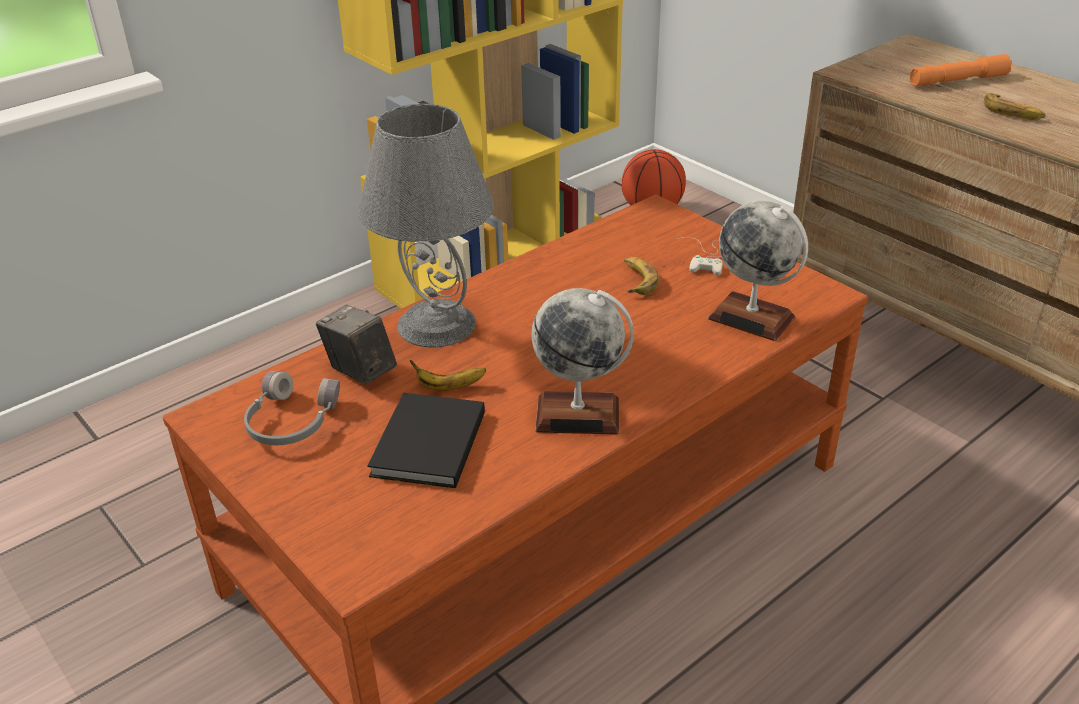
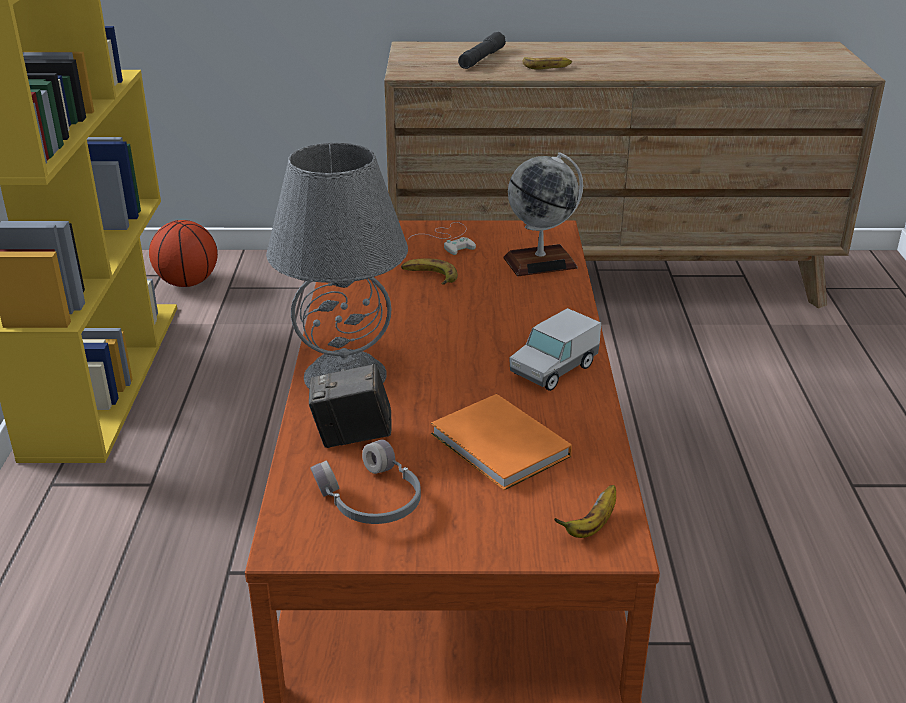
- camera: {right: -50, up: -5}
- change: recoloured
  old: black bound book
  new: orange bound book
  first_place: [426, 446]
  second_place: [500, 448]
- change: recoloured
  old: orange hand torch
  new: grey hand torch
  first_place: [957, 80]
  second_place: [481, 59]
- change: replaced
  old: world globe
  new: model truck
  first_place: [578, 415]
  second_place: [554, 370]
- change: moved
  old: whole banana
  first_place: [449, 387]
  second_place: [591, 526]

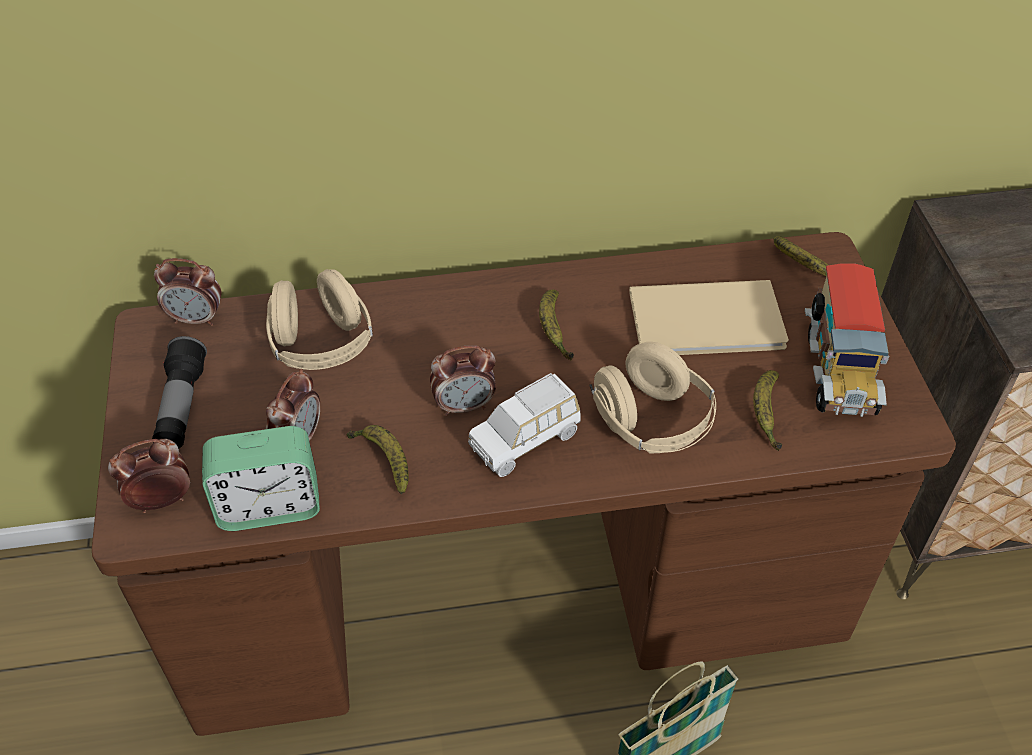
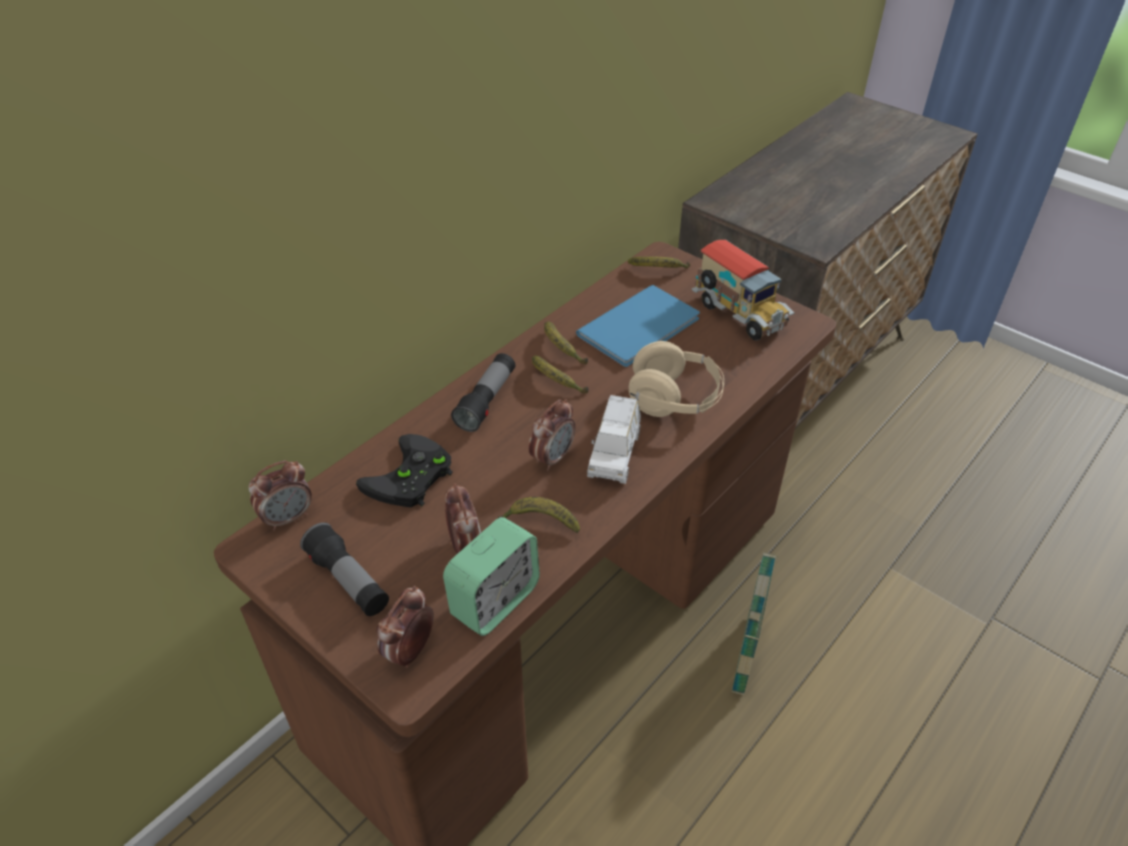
- camera: {right: -40, up: -5}
- change: replaced
  old: beige headset
  new: black game controller
  first_place: [322, 345]
  second_place: [409, 479]
- change: added
  new: hand torch
  second_place: [487, 401]
- change: moved
  old: whole banana
  first_place: [765, 414]
  second_place: [561, 349]
- change: recoloured
  old: beige bound book
  new: blue bound book
  first_place: [711, 323]
  second_place: [643, 327]

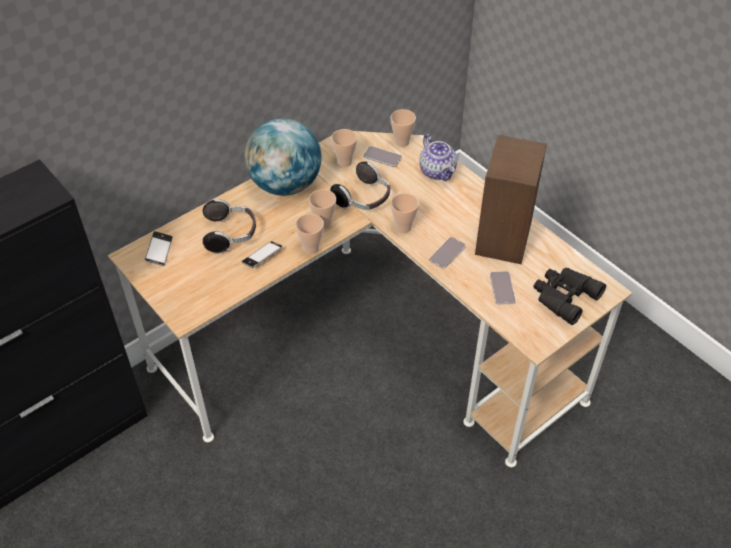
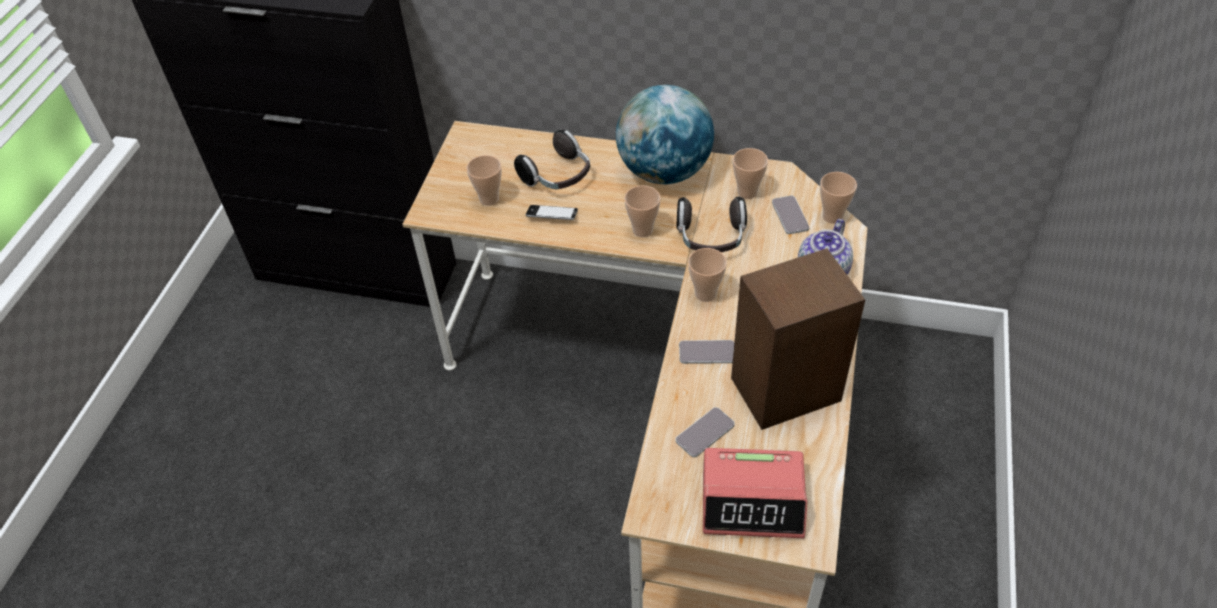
- camera: {right: 55, up: 0}
- change: moved
  old: drinking cup
  first_place: [311, 248]
  second_place: [489, 199]
- change: replaced
  old: black field glasses
  new: bedside clock
  first_place: [563, 296]
  second_place: [753, 500]
- change: removed
  old: phone
  first_place: [159, 251]

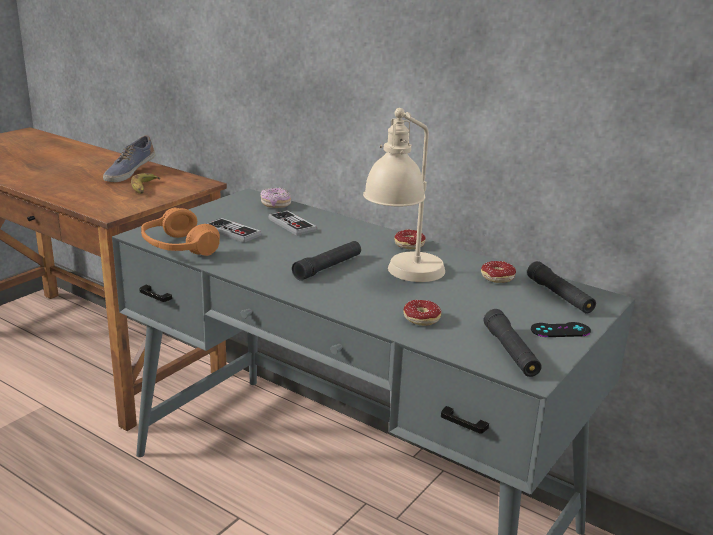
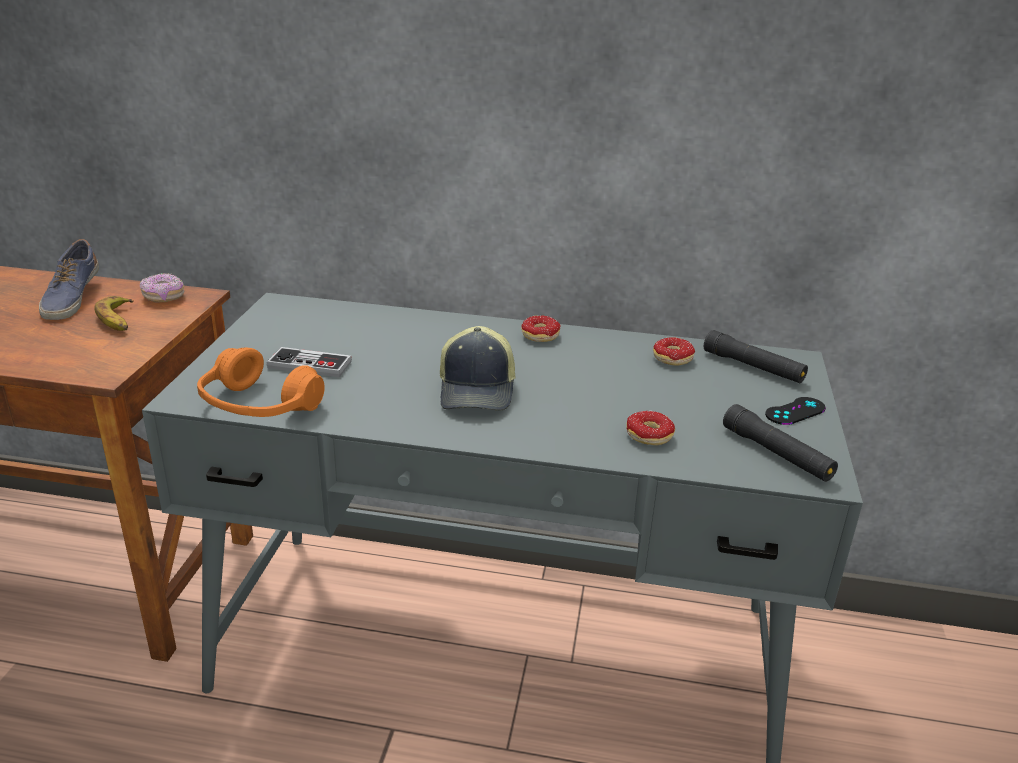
- camera: {right: -25, up: 5}
- change: moved
  old: donut
  first_place: [275, 205]
  second_place: [164, 297]
- change: replaced
  old: black hand torch
  new: cap
  first_place: [328, 267]
  second_place: [478, 390]
- change: removed
  old: game controller
  first_place: [292, 225]
- change: removed
  old: beige table lamp
  first_place: [403, 278]

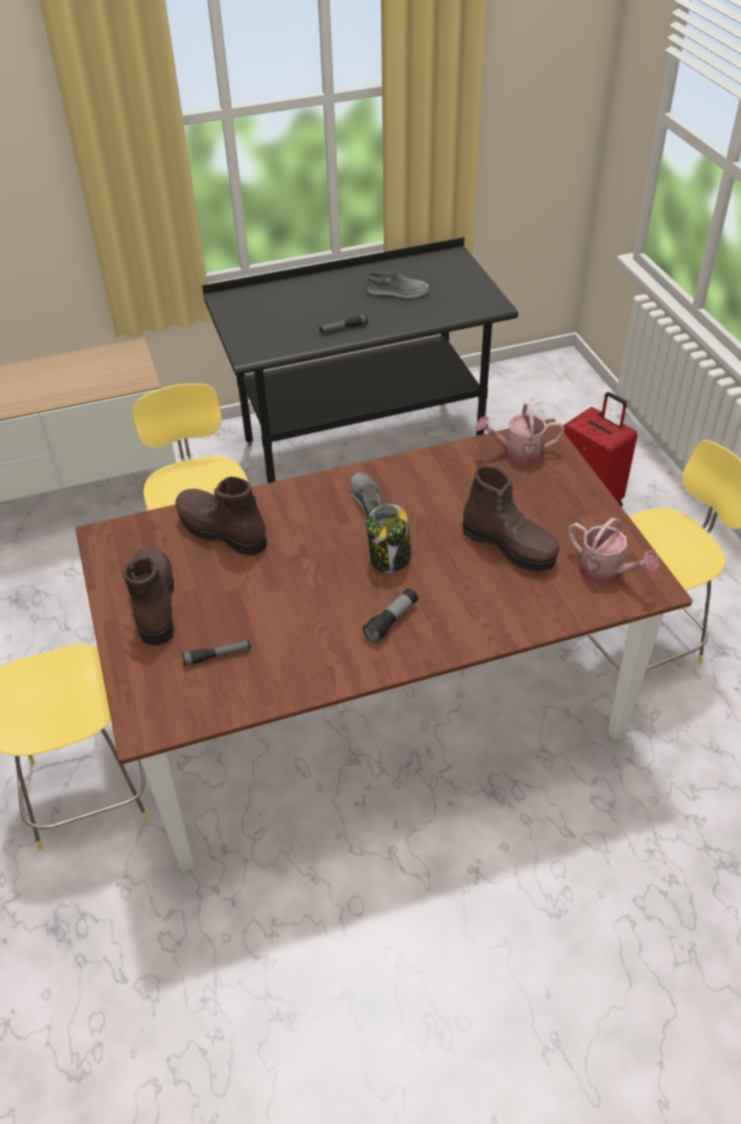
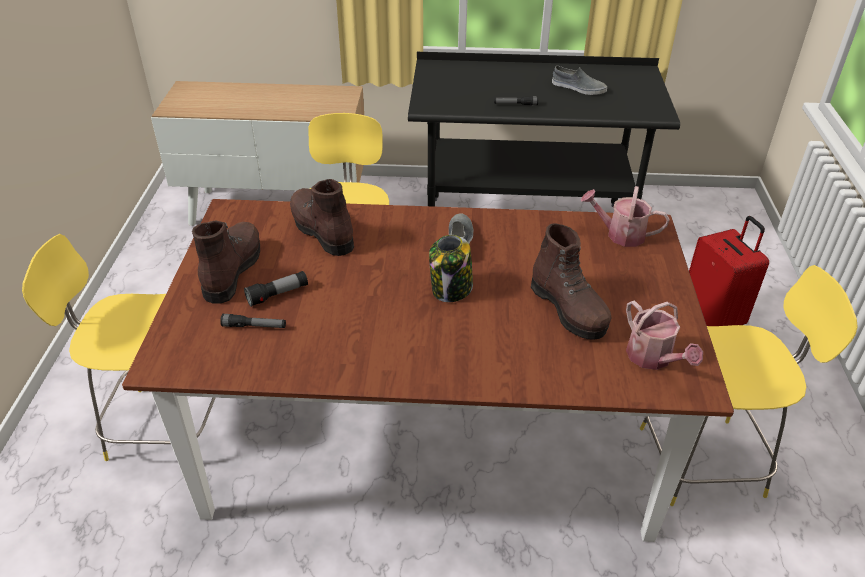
- camera: {right: 20, up: -5}
- change: moved
  old: hand torch
  first_place: [391, 621]
  second_place: [278, 295]

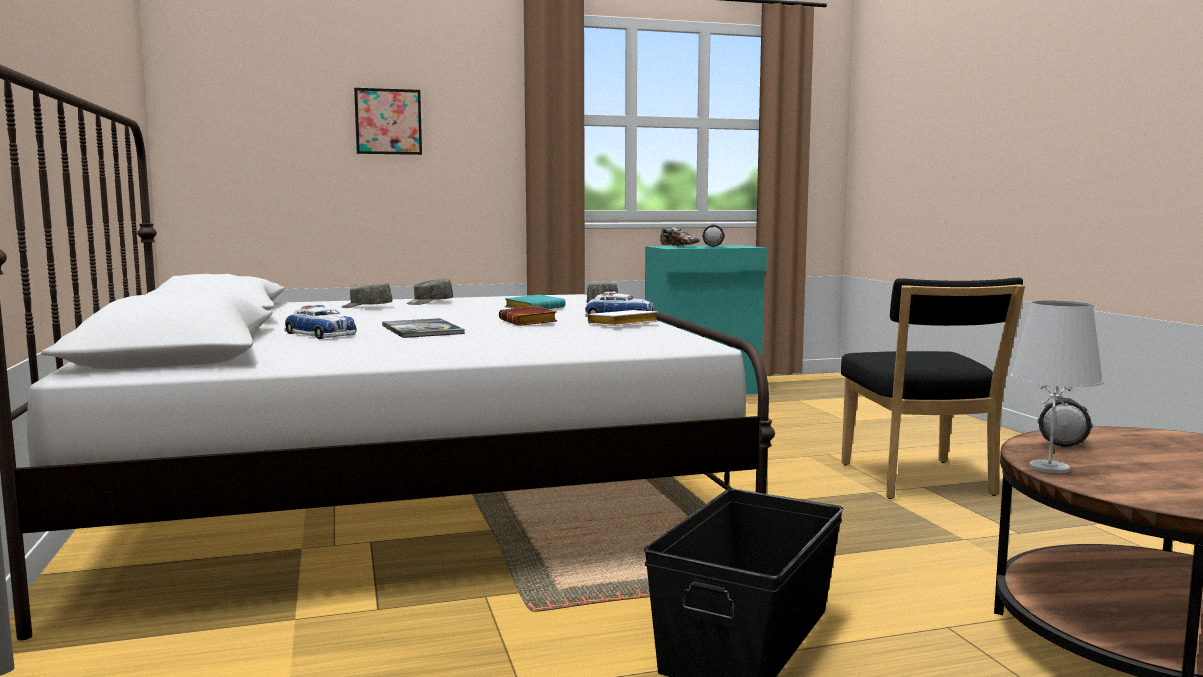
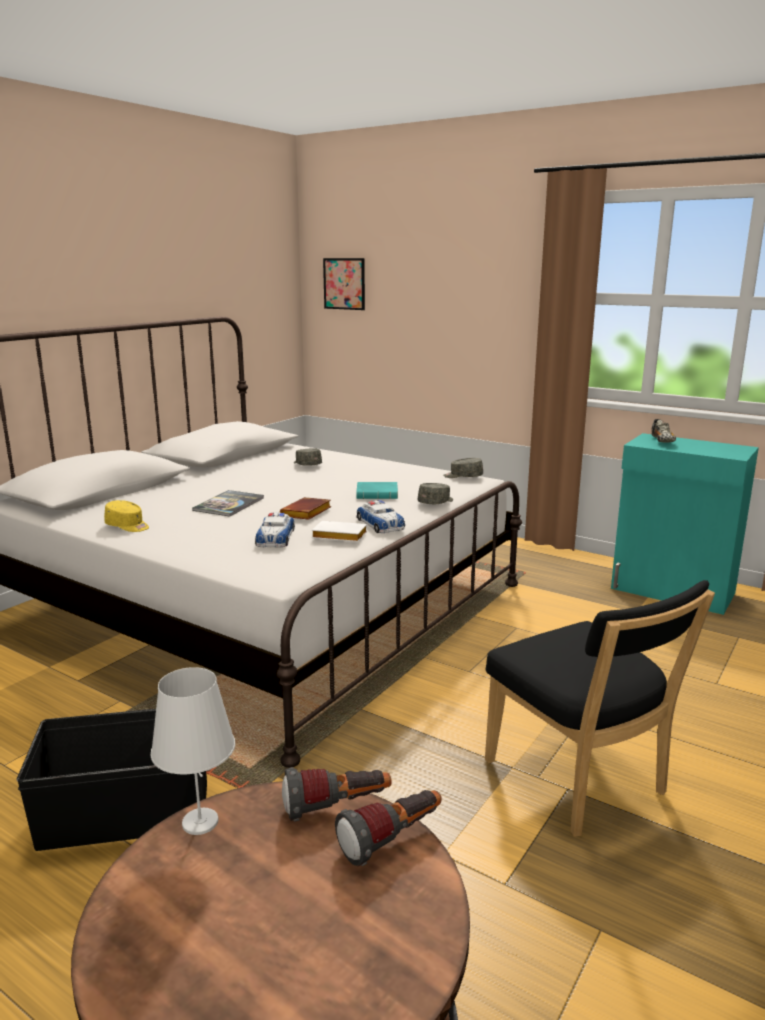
- camera: {right: 50, up: 10}
- change: added
  new: yellow cap
  second_place: [128, 526]
- change: moved
  old: miniature car
  first_place: [320, 334]
  second_place: [275, 538]
- change: moved
  old: wall art
  first_place: [388, 121]
  second_place: [344, 284]
- change: moved
  old: hand torch
  first_place: [712, 246]
  second_place: [392, 840]
- change: moved
  old: grey cap
  first_place: [429, 302]
  second_place: [463, 476]
- change: turned
  old: black plain chair
  first_place: [919, 482]
  second_place: [579, 782]
  degrees: -75

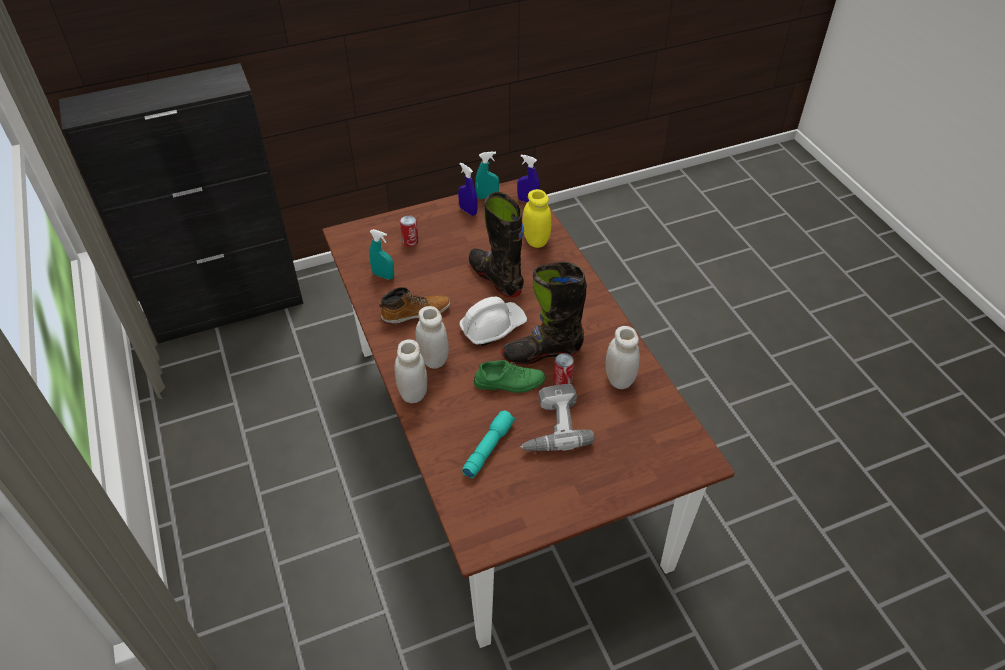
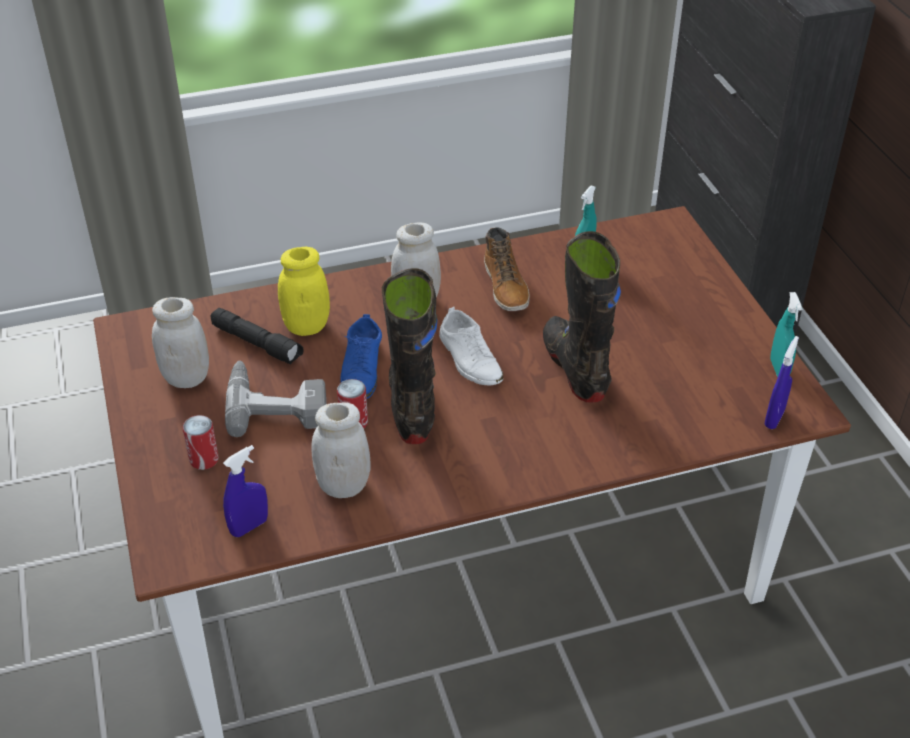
- camera: {right: 95, up: -5}
- change: moved
  old: white jar
  first_place: [413, 393]
  second_place: [186, 378]
- change: moved
  old: metal can
  first_place: [410, 241]
  second_place: [204, 459]
- change: recoloured
  old: turquoise-coloured hand torch
  new: black hand torch
  first_place: [488, 447]
  second_place: [258, 343]
- change: moved
  old: blue sprayer
  first_place: [468, 211]
  second_place: [249, 526]
- change: moved
  old: yellow jar
  first_place: [536, 241]
  second_place: [306, 326]
- change: recoloured
  old: green-coloured item of footwear
  new: blue item of footwear
  first_place: [509, 382]
  second_place: [362, 369]
- change: replaced
  old: white work helmet
  new: white item of footwear
  first_place: [493, 327]
  second_place: [469, 359]
- change: turned
  old: black high-top boot
  first_place: [496, 278]
  second_place: [575, 368]
  degrees: -75

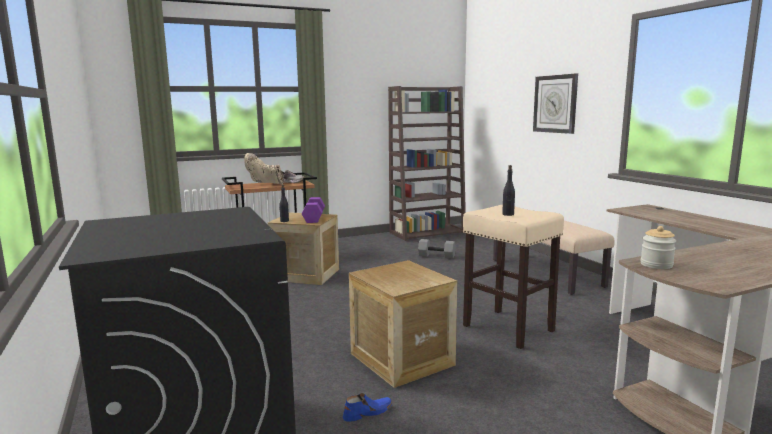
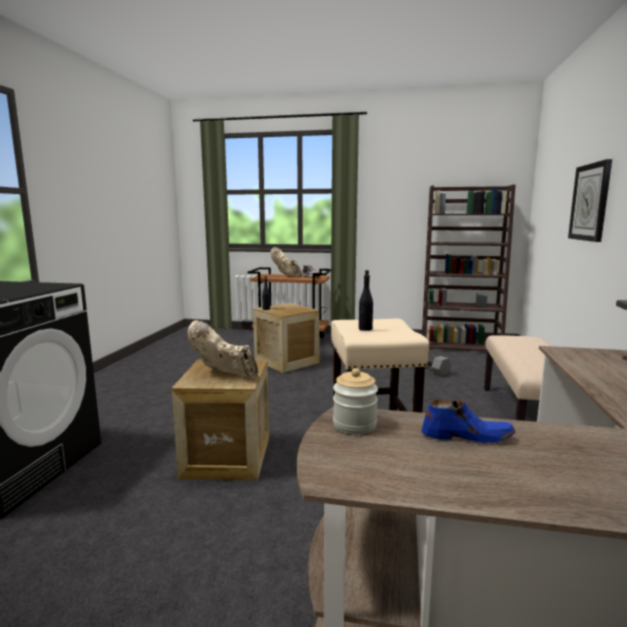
- camera: {right: 35, up: 0}
- change: added
  new: beige high-top boot
  second_place: [224, 376]
- change: moved
  old: blue item of footwear
  first_place: [367, 413]
  second_place: [466, 436]
- change: removed
  old: purplish free weight
  first_place: [313, 218]

